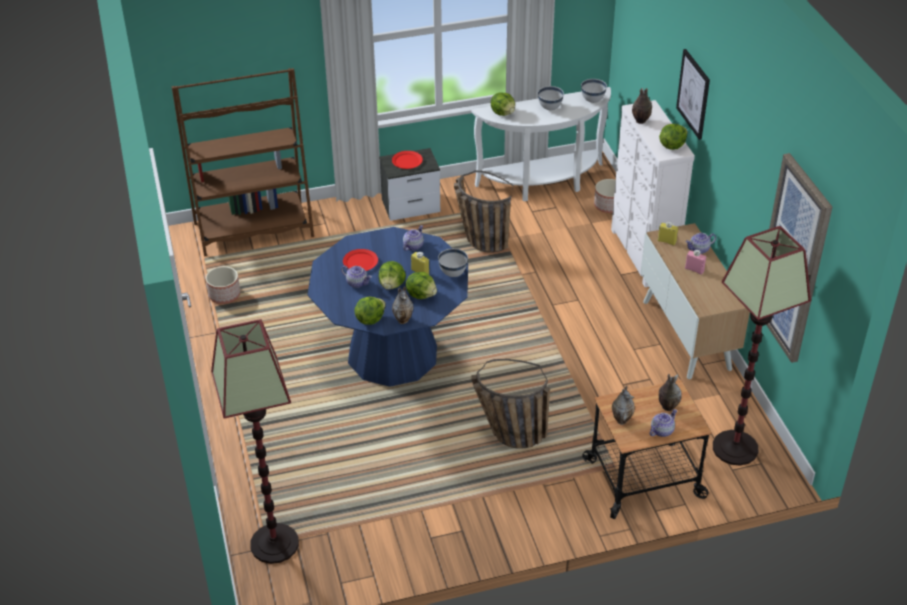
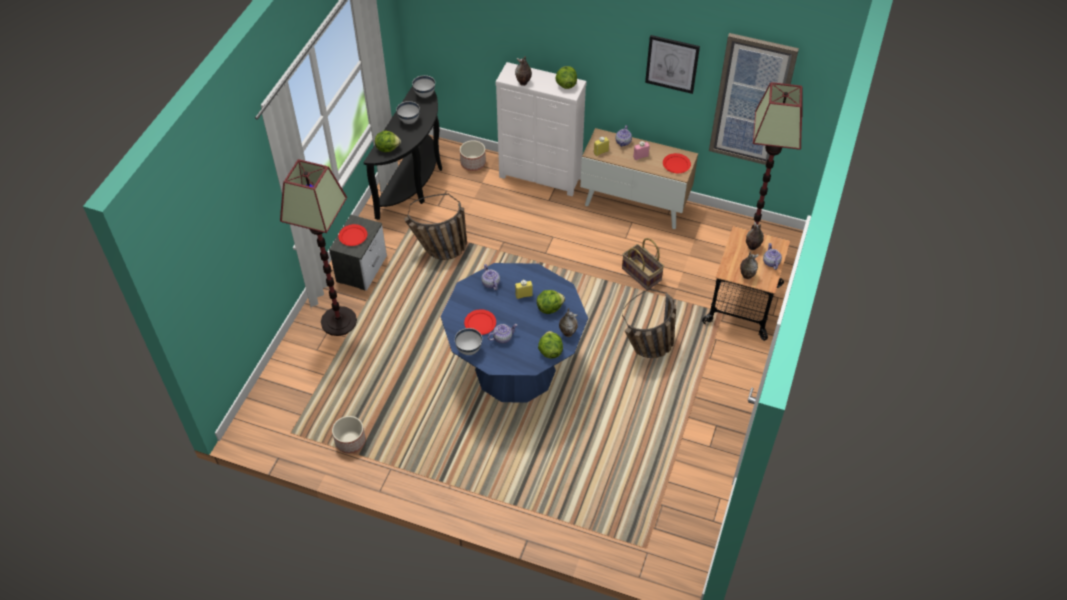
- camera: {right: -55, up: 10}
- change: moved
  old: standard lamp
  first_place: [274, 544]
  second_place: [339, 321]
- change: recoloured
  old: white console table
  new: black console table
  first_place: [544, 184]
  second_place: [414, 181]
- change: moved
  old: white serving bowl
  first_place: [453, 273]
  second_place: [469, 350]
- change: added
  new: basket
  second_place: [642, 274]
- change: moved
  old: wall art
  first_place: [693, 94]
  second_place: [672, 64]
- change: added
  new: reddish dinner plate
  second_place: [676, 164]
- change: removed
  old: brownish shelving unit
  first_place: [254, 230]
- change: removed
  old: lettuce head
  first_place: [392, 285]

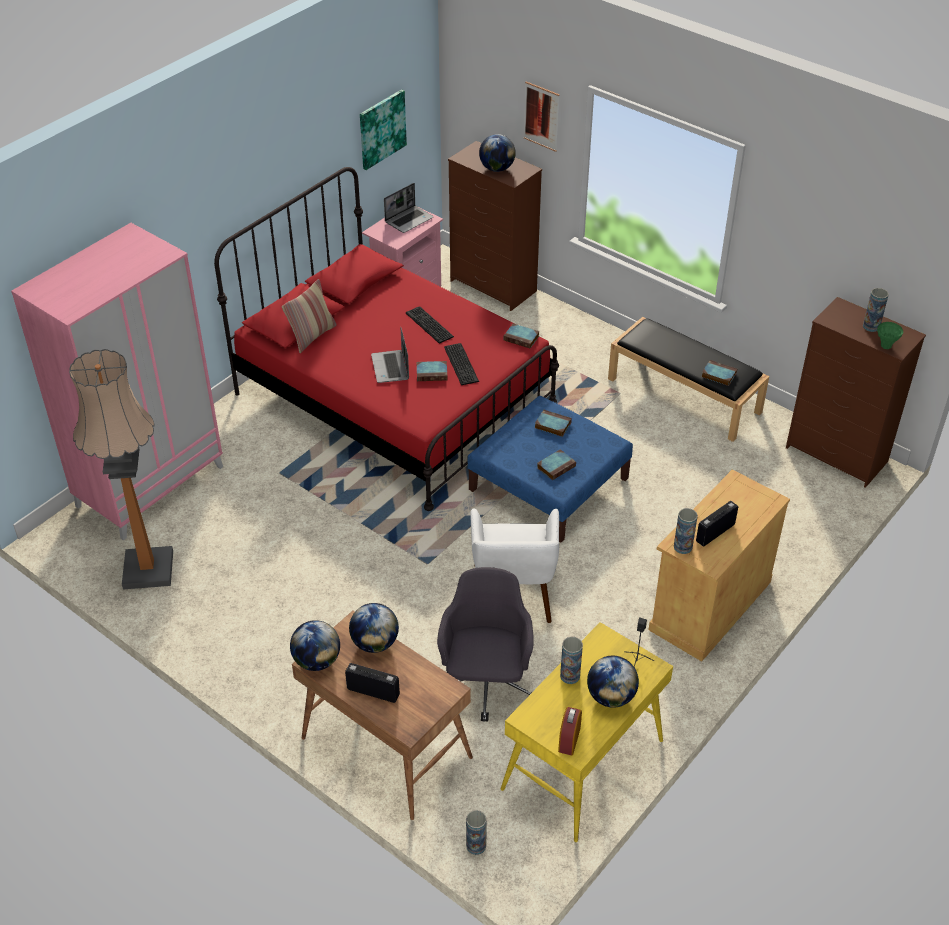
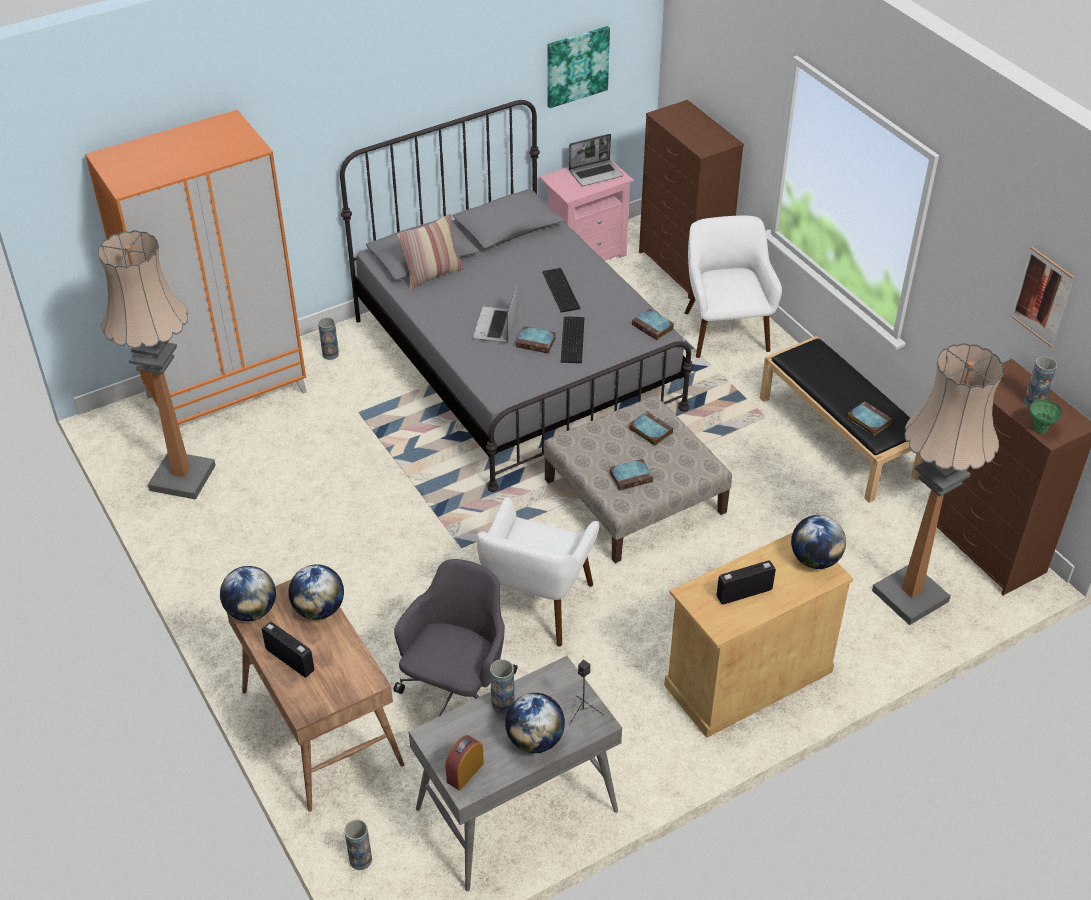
- camera: {right: 20, up: 0}
- change: recoloured
  old: pink wardrobe
  new: orange wardrobe
  first_place: [150, 485]
  second_place: [227, 393]
- change: moved
  old: flower vase
  first_place: [683, 547]
  second_place: [330, 354]
- change: recoloured
  old: reddish bed
  new: grey bed
  first_place: [394, 398]
  second_place: [515, 363]
- change: recoloured
  old: yellow desk unit
  new: grey desk unit
  first_place: [583, 766]
  second_place: [516, 811]
- change: recoloured
  old: blue ottoman
  new: beige ottoman
  first_place: [548, 483]
  second_place: [635, 496]
- change: added
  new: white armchair
  second_place: [725, 331]
- change: moved
  old: world globe
  first_place: [497, 168]
  second_place: [815, 560]
- change: added
  new: standard lamp
  second_place: [910, 596]
- change: moved
  old: wall art
  first_place: [541, 116]
  second_place: [1042, 297]

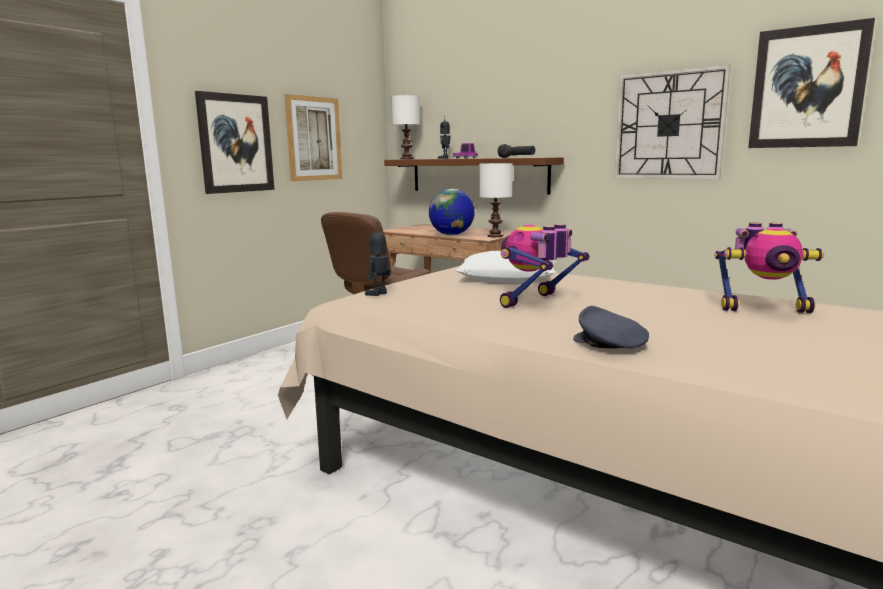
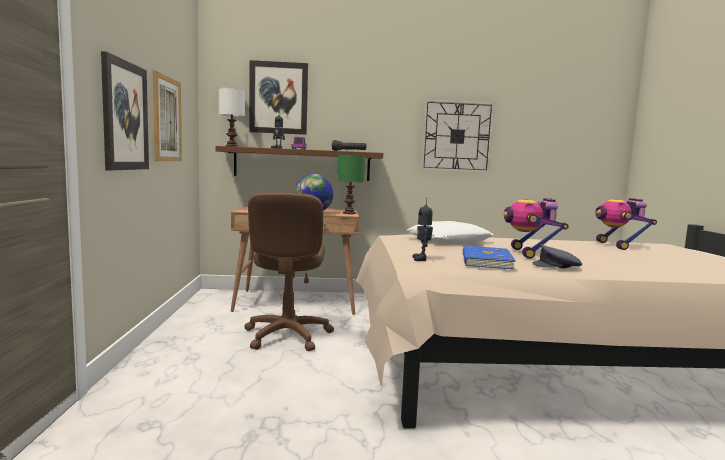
- camera: {right: -40, up: -5}
- change: moved
  old: wall art
  first_place: [807, 87]
  second_place: [278, 98]
- change: recoloured
  old: white table lamp
  new: green-coloured table lamp
  first_place: [494, 236]
  second_place: [348, 213]
- change: added
  new: blue bound book
  second_place: [485, 261]
- change: moved
  old: grey cap
  first_place: [608, 344]
  second_place: [557, 266]
- change: turned
  old: robot figure
  first_place: [762, 308]
  second_place: [618, 246]
  degrees: 120

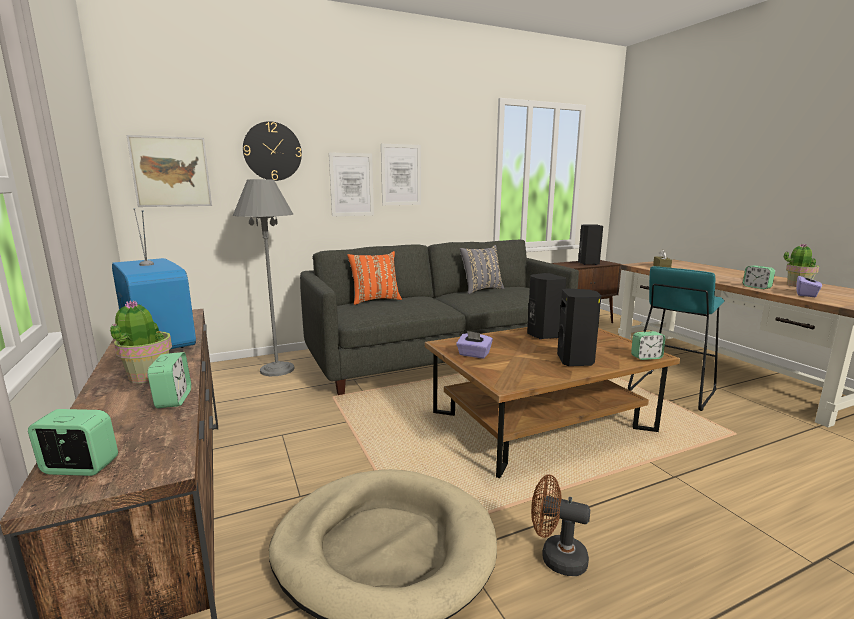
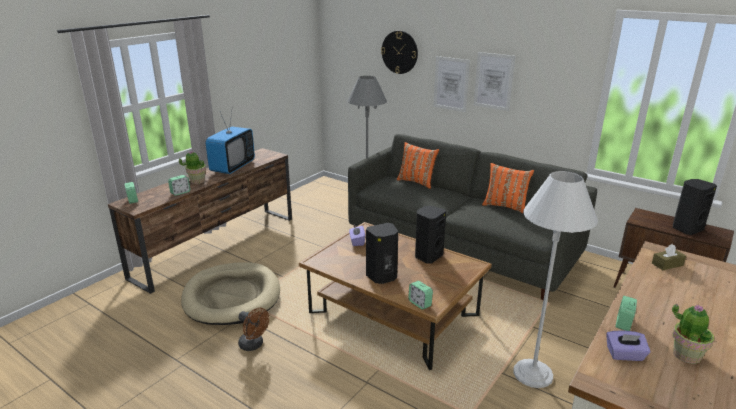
- camera: {right: 60, up: 10}
- change: turned
  old: brownish electric fan
  first_place: [556, 557]
  second_place: [254, 345]
  degrees: 135
- change: recoloured
  old: grey throw pillow
  new: orange throw pillow
  first_place: [481, 290]
  second_place: [505, 206]
- change: replaced
  old: turquoise-coloured stool seat
  new: white standard lamp
  first_place: [671, 390]
  second_place: [532, 373]
- change: removed
  old: wall art
  first_place: [171, 172]

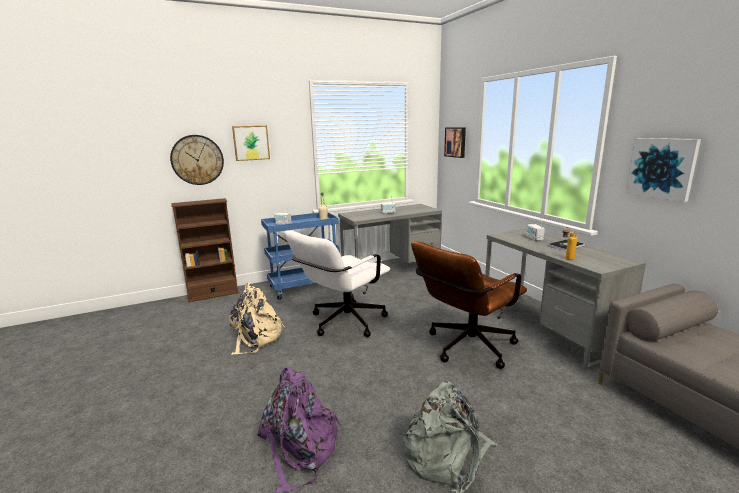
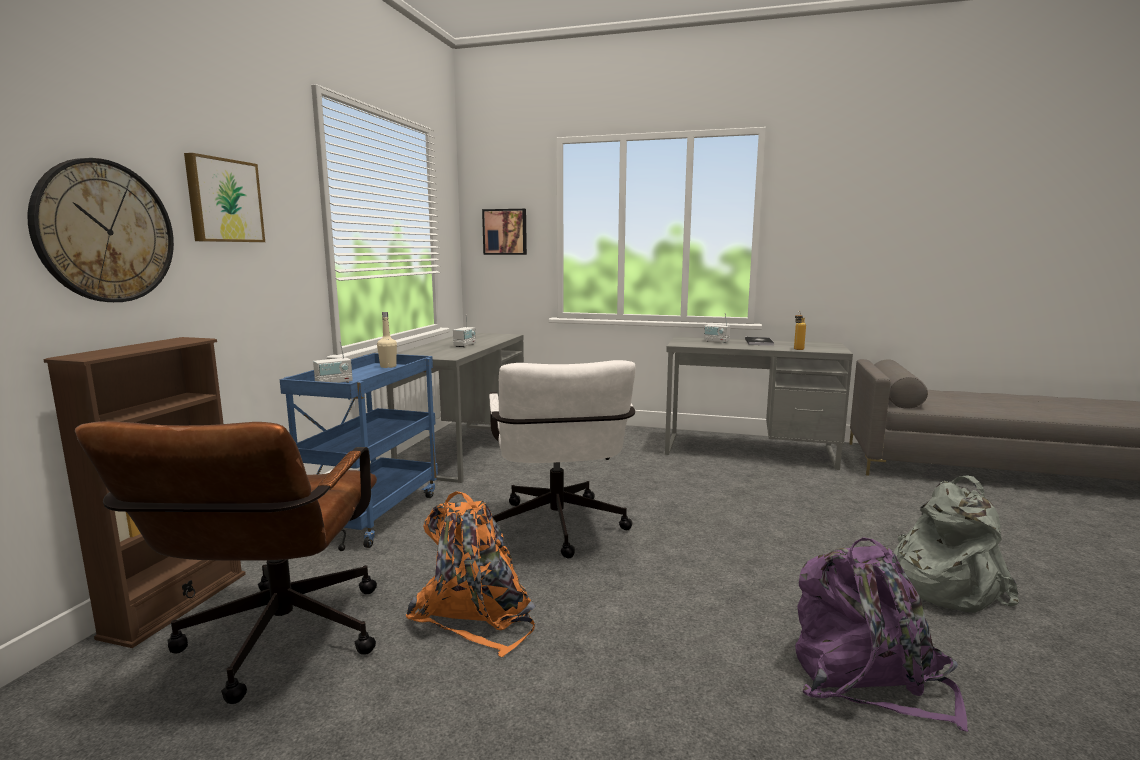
- camera: {right: -50, up: -5}
- change: moved
  old: brownish computer chair
  first_place: [465, 348]
  second_place: [275, 646]
- change: recoloured
  old: beige knapsack
  new: orange knapsack
  first_place: [256, 338]
  second_place: [477, 614]
- change: removed
  old: wall art
  first_place: [661, 168]

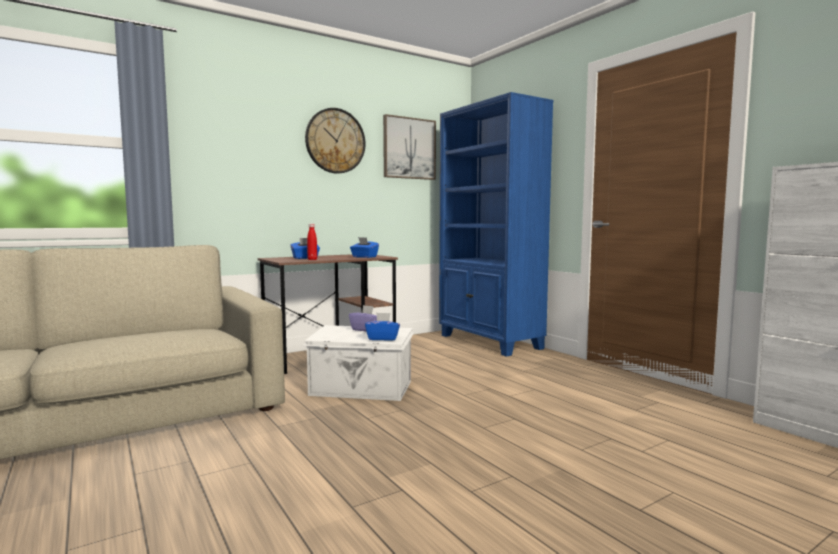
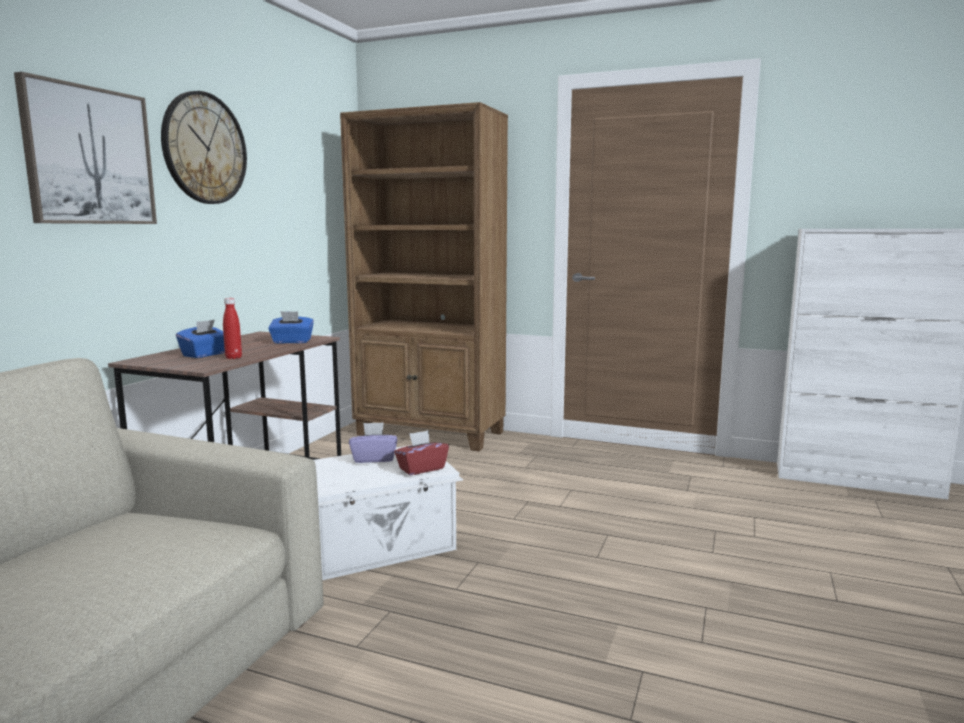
- camera: {right: -35, up: 5}
- change: moved
  old: wall art
  first_place: [409, 148]
  second_place: [89, 156]
- change: recoloured
  old: blue shelving unit
  new: brownish shelving unit
  first_place: [489, 342]
  second_place: [431, 434]
- change: recoloured
  old: blue tissue holder
  new: reddish tissue holder
  first_place: [383, 338]
  second_place: [421, 468]

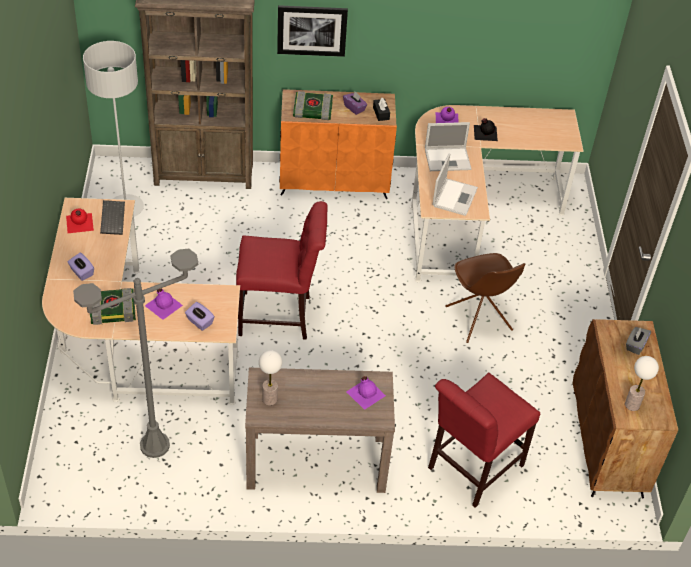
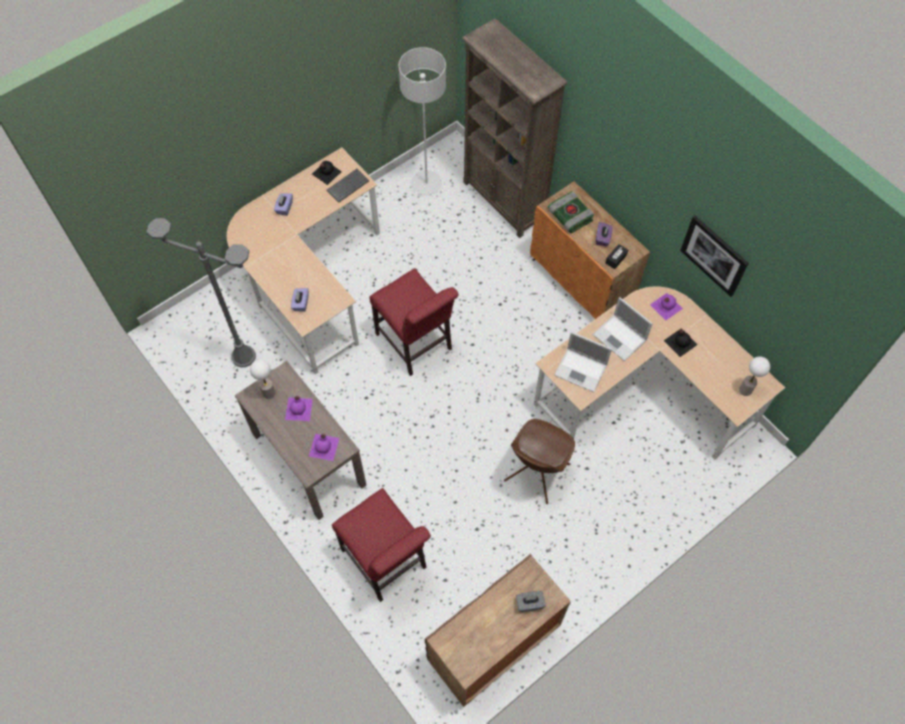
- camera: {right: 55, up: 15}
- change: moved
  old: purplish bottle
  first_place: [163, 305]
  second_place: [299, 408]
- change: recoloured
  old: reddish bottle
  new: black bottle
  first_place: [79, 223]
  second_place: [326, 172]
- change: turned
  old: reddish plain chair
  first_place: [471, 469]
  second_place: [386, 563]
  degrees: -135
- change: turned
  old: notebook computer
  first_place: [455, 196]
  second_place: [581, 370]
  degrees: 45
- change: moved
  old: wall art
  first_place: [312, 30]
  second_place: [714, 255]
- change: moved
  old: table lamp
  first_place: [632, 405]
  second_place: [745, 390]
- change: removed
  old: bound book
  first_place: [113, 309]

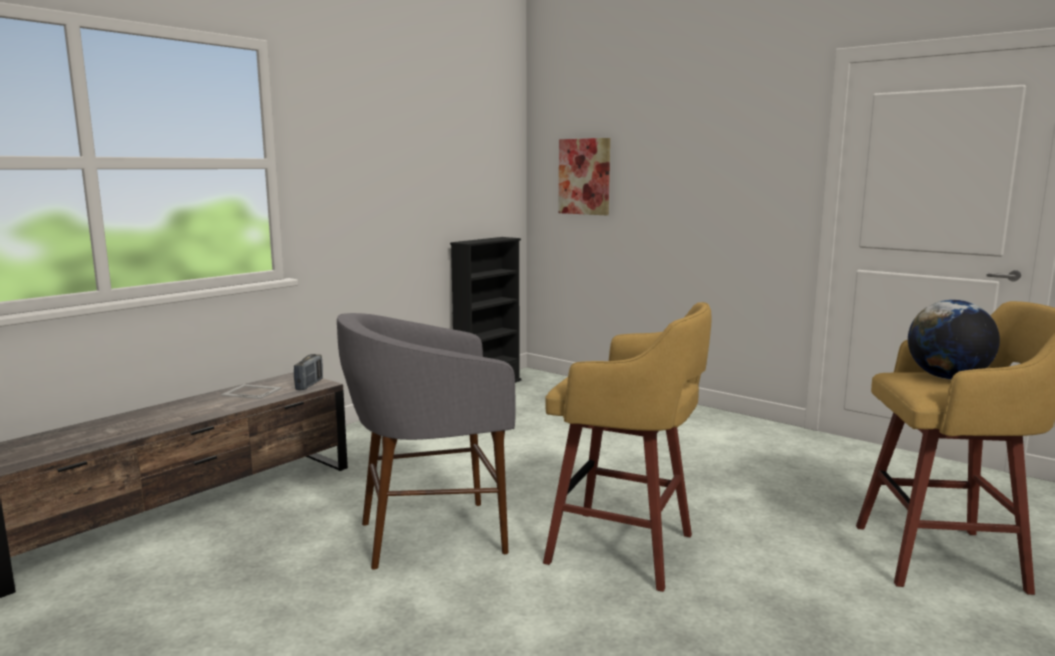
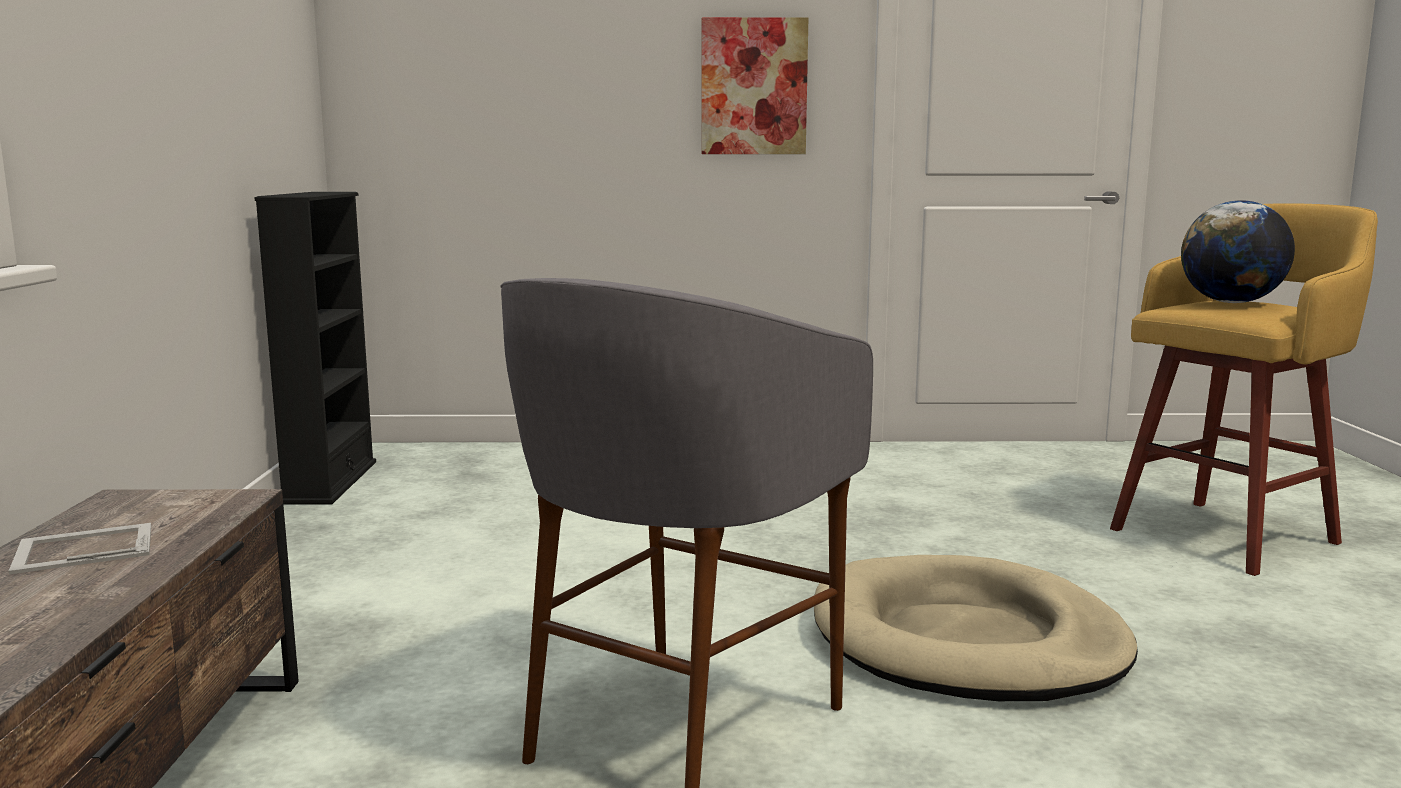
- camera: {right: -40, up: 0}
- change: moved
  old: wall art
  first_place: [584, 176]
  second_place: [754, 87]
- change: replaced
  old: yellow stool seat
  new: beige pet bed
  first_place: [625, 550]
  second_place: [967, 641]
- change: removed
  old: radio
  first_place: [309, 384]

